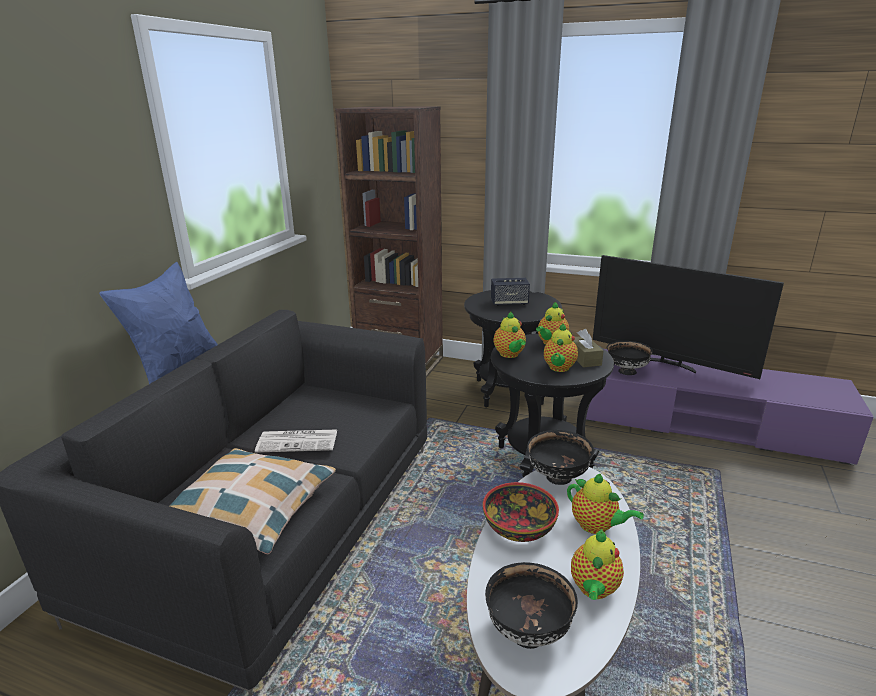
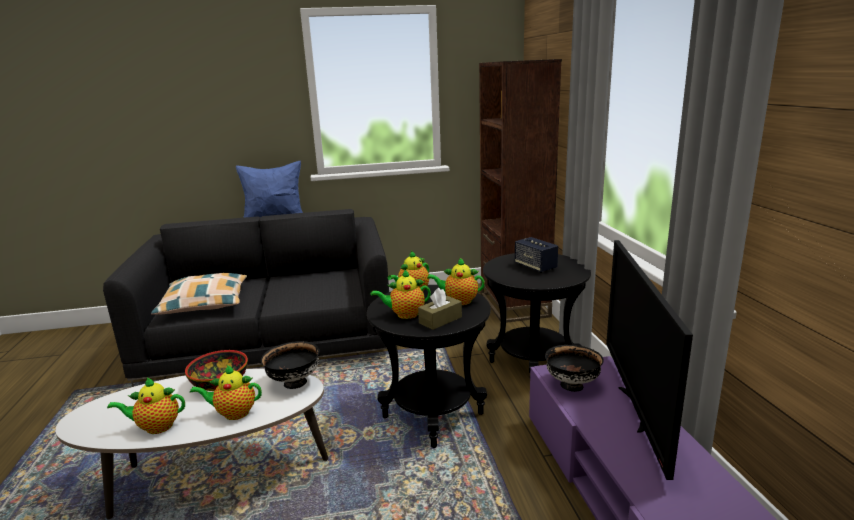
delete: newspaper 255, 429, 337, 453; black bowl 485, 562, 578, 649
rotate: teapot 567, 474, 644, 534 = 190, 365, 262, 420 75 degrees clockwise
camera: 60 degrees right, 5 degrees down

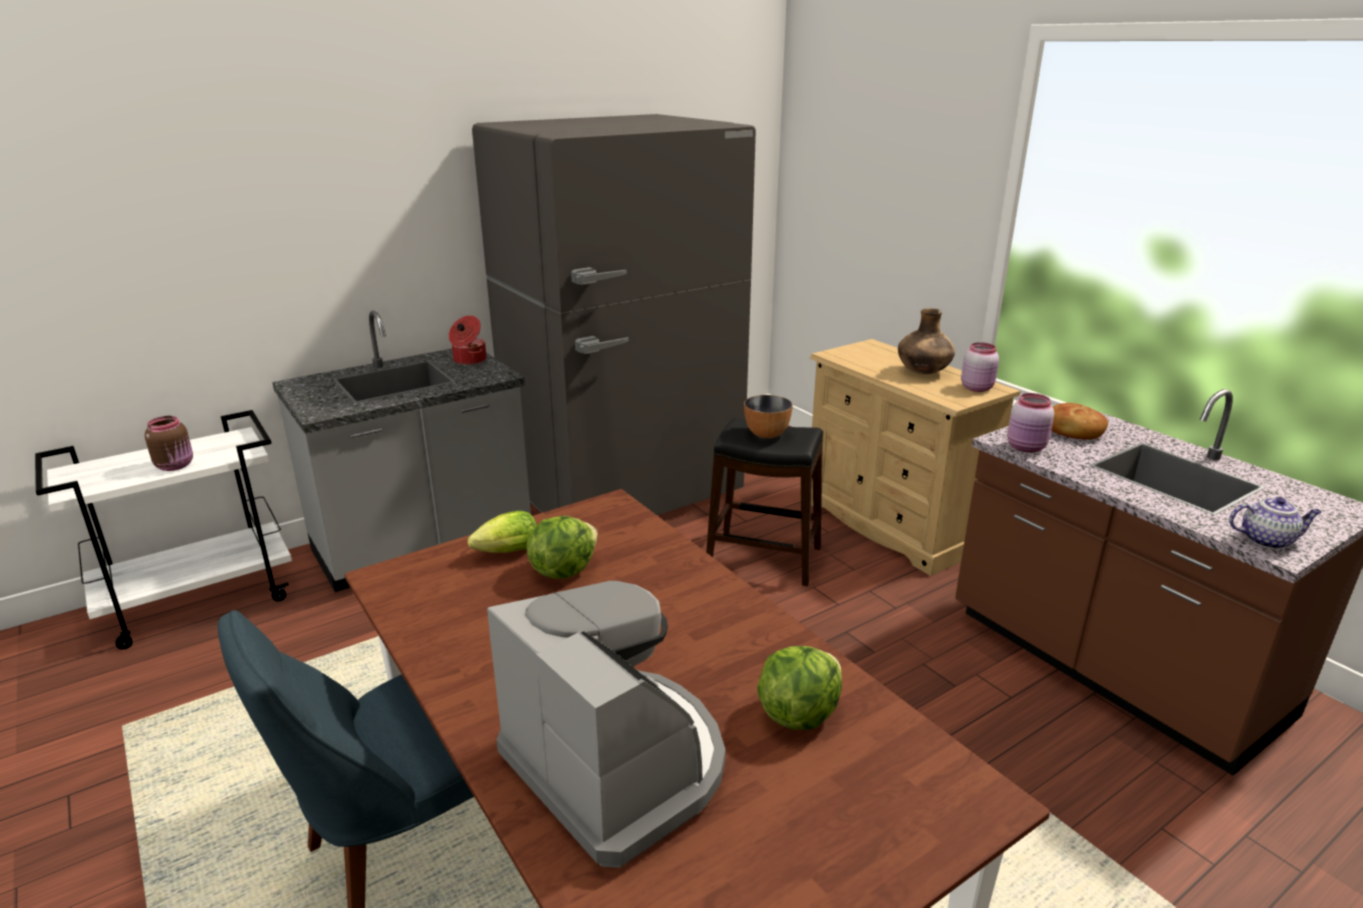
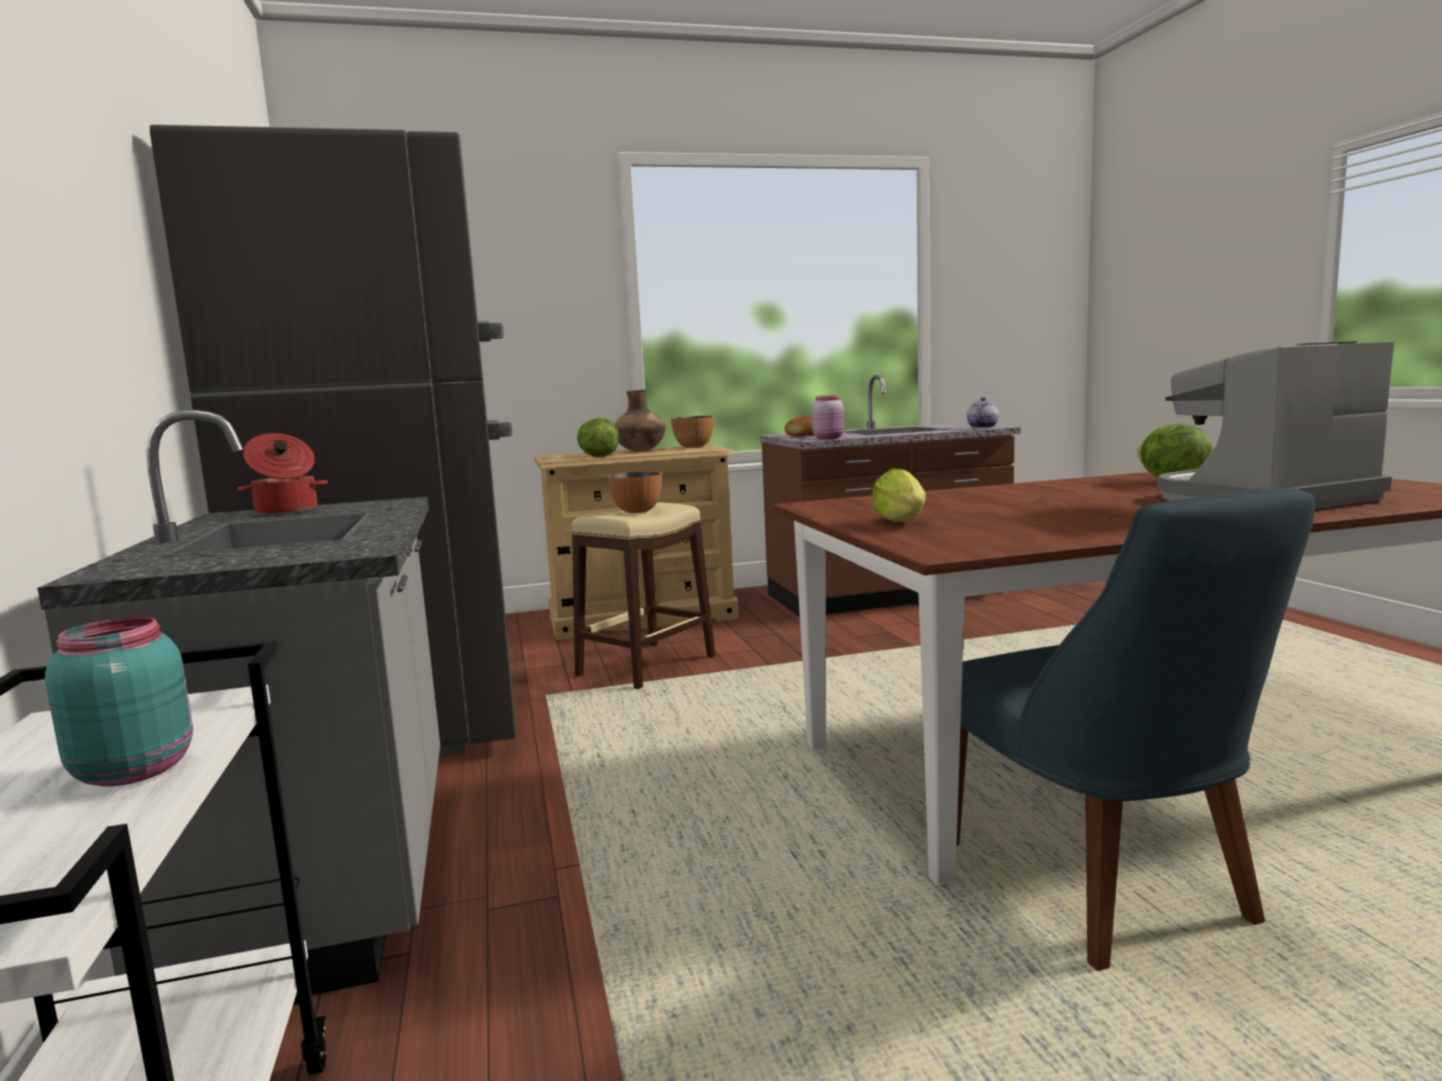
move: lettuce 526, 516, 598, 579 to 577, 418, 619, 457
replace: pink jar 961, 342, 999, 392 to bowl 671, 416, 714, 448
recolor: brown jar 145, 416, 193, 471 to turquoise jar 45, 616, 193, 786; black stool 706, 418, 823, 586 to beige stool 572, 503, 715, 689
camera: 70 degrees left, 15 degrees down

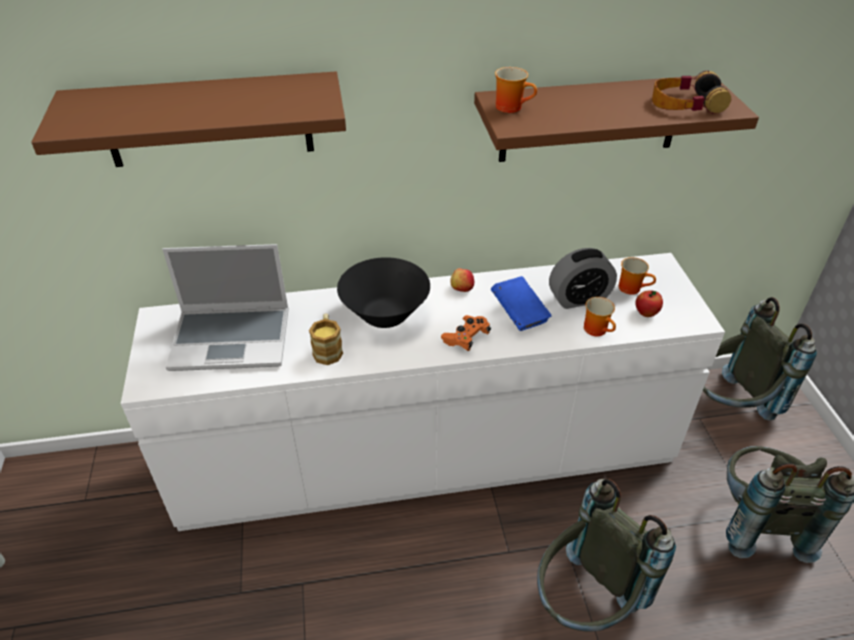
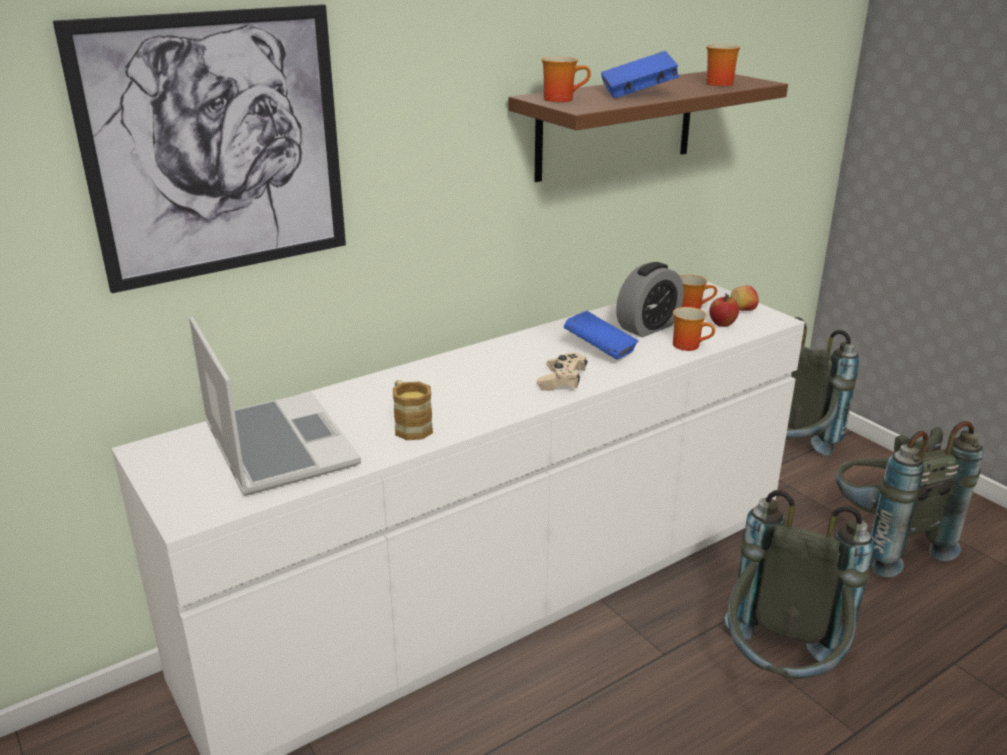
delete: black bowl 337, 257, 430, 328
insert: blue book 601, 51, 679, 98
move: apple 450, 268, 474, 292 to 730, 285, 759, 311
replace: brown shelf 31, 72, 346, 167 to picture 53, 4, 346, 293; headphones 652, 71, 731, 114 to mug 706, 44, 741, 86
recolor: orange game controller 441, 315, 491, 351 to beige game controller 537, 352, 588, 391
rotate: laptop 162, 244, 289, 371 = 189, 317, 361, 496 90 degrees counterclockwise
camera: 25 degrees left, 15 degrees down

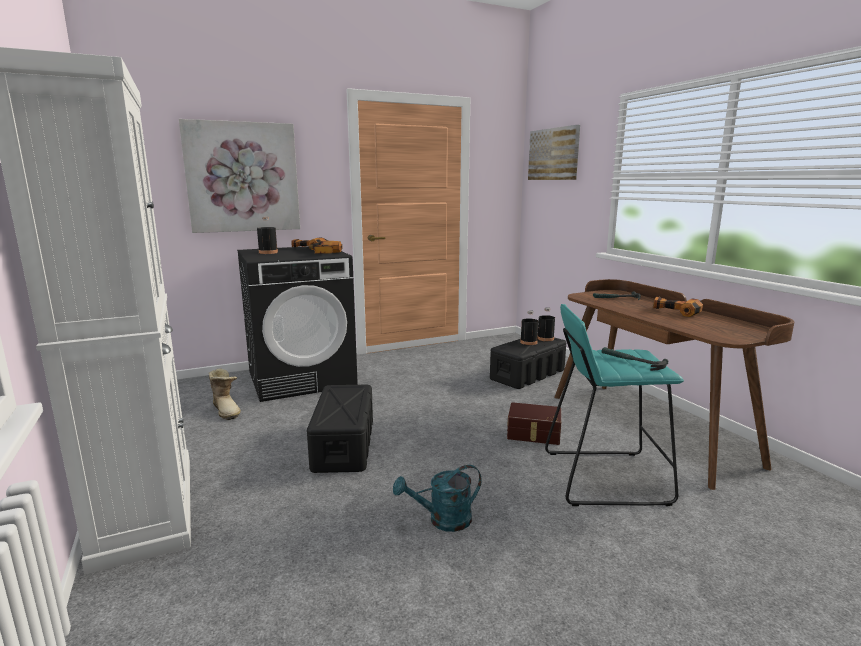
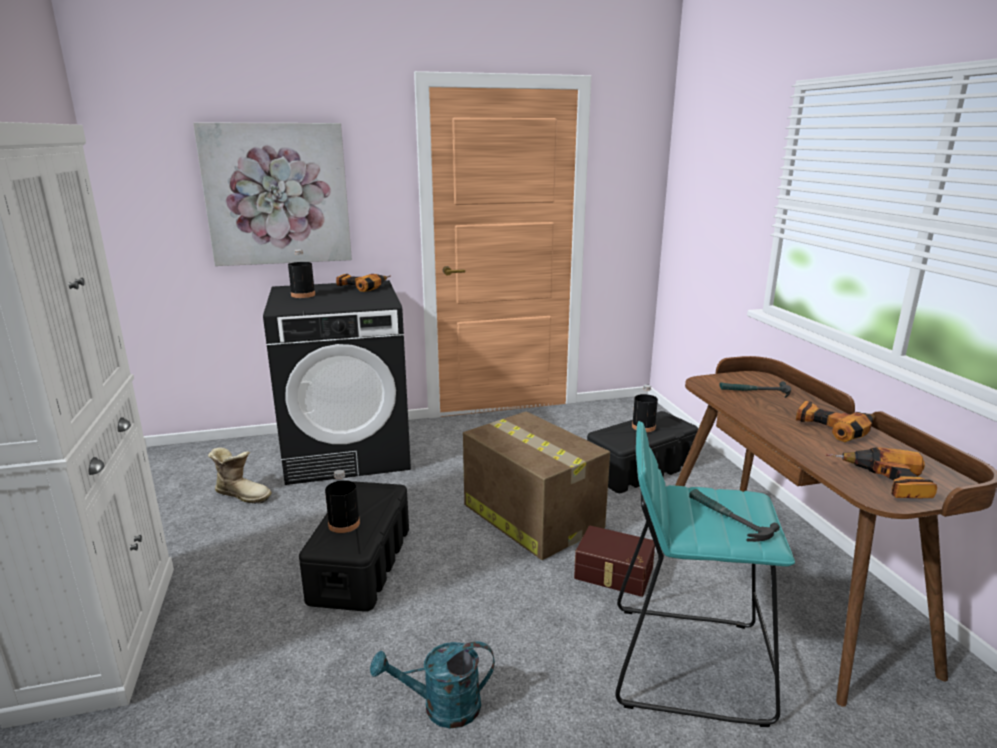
delete: picture 528, 125, 580, 180
insert: cardboard box 463, 411, 610, 560
move: power drill 302, 241, 342, 254 to 826, 447, 937, 498; black bottle 537, 307, 555, 341 to 325, 469, 360, 533
rotate: boot 208, 369, 241, 420 = 208, 448, 272, 504 45 degrees counterclockwise
camera: 10 degrees right, 5 degrees up

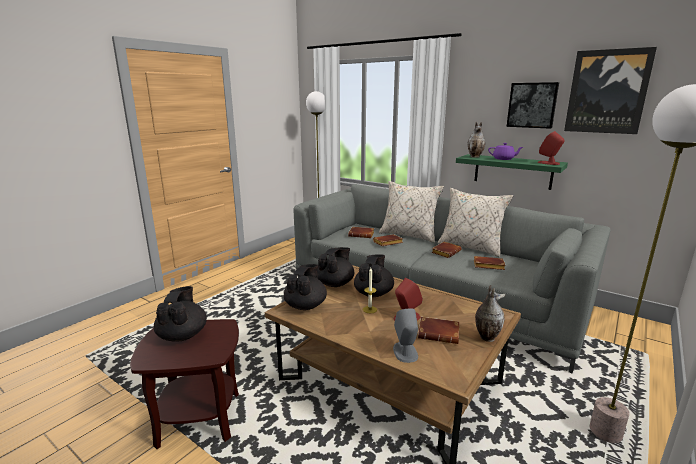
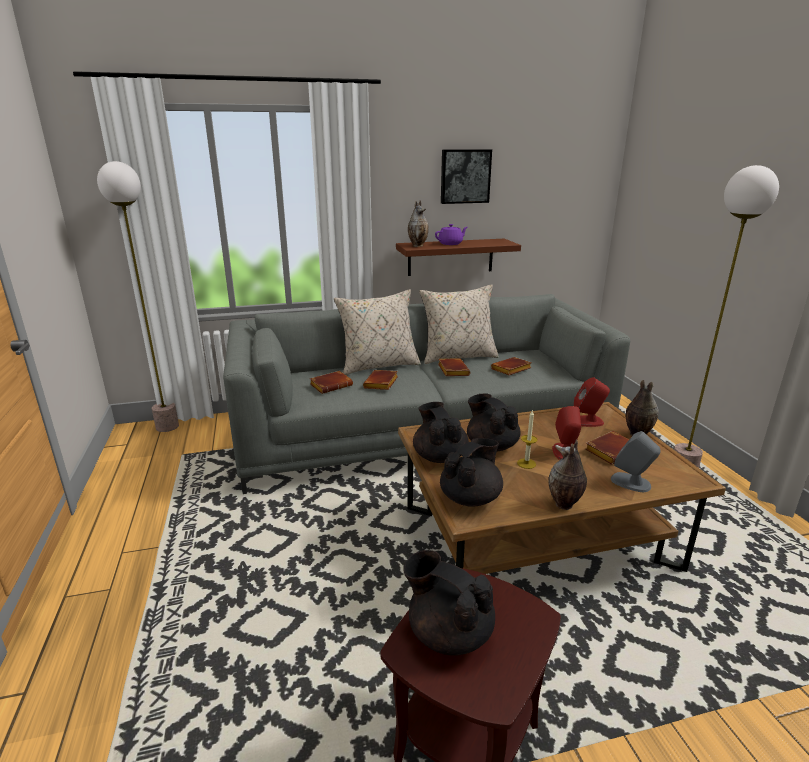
delete: picture 564, 47, 657, 134
insert: vase 548, 439, 587, 510
move: red speaker 537, 131, 565, 165 to 574, 377, 610, 427
recolor: green shelf 456, 154, 568, 190 to brown shelf 396, 239, 521, 276
rotate: black teapot 284, 264, 327, 310 = 440, 438, 503, 507 75 degrees clockwise
camera: 50 degrees left, 5 degrees up

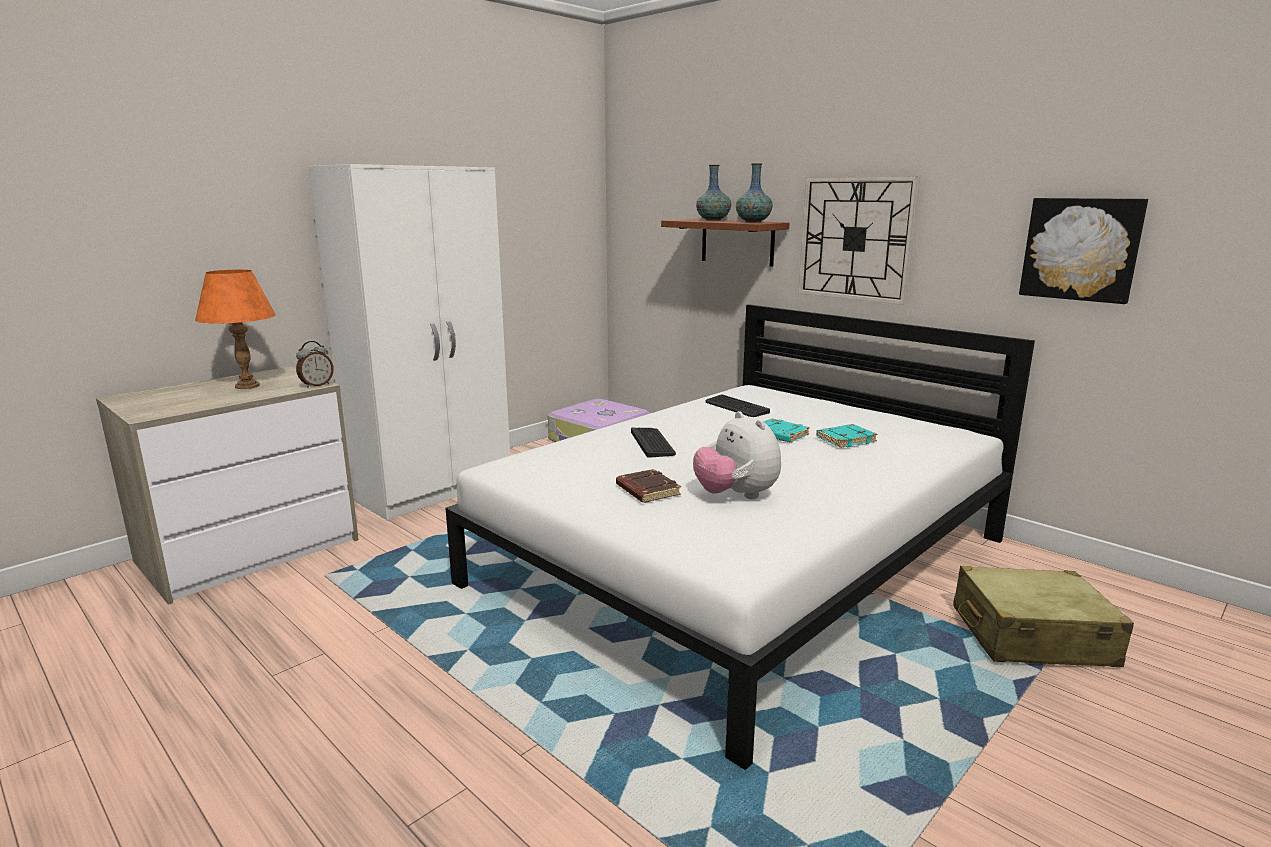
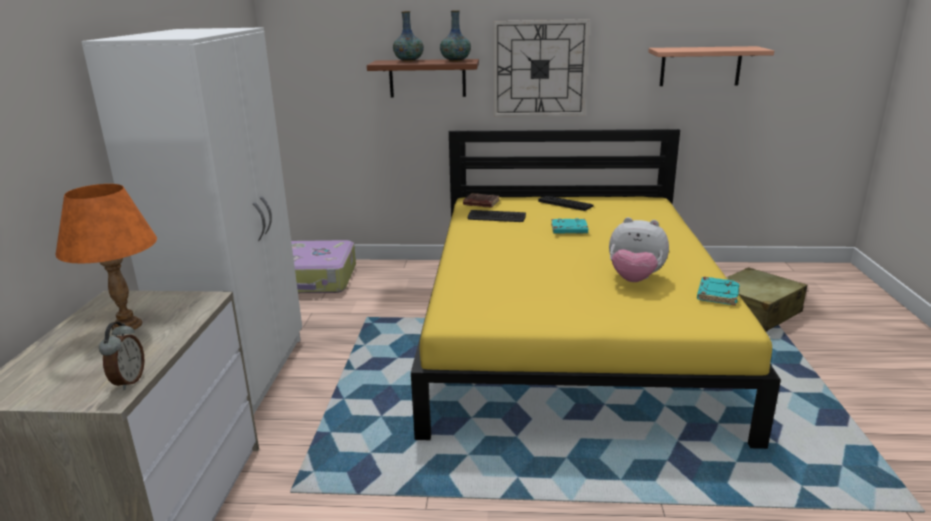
move: alarm clock 296, 341, 334, 388 to 99, 322, 145, 390; brown book 616, 469, 681, 503 to 463, 193, 499, 208; keyboard 631, 428, 676, 458 to 538, 196, 593, 211; turquoise book 816, 424, 877, 448 to 697, 277, 740, 306
replace: picture 1019, 198, 1148, 304 to shelf 648, 46, 774, 86
recolor: white bed 445, 304, 1035, 770 to yellow bed 411, 129, 781, 449
camera: 40 degrees left, 5 degrees up

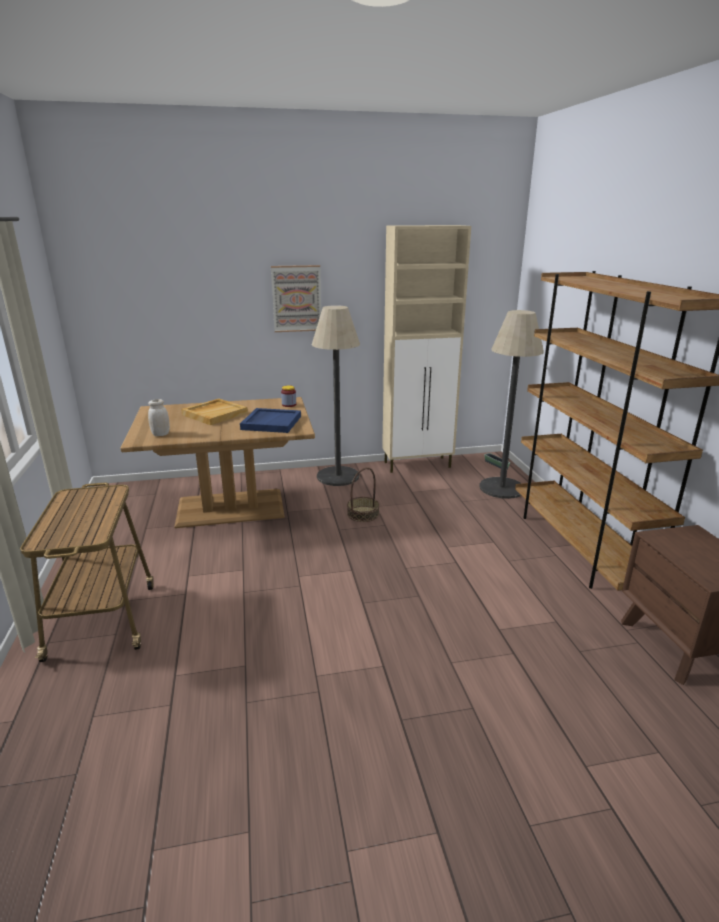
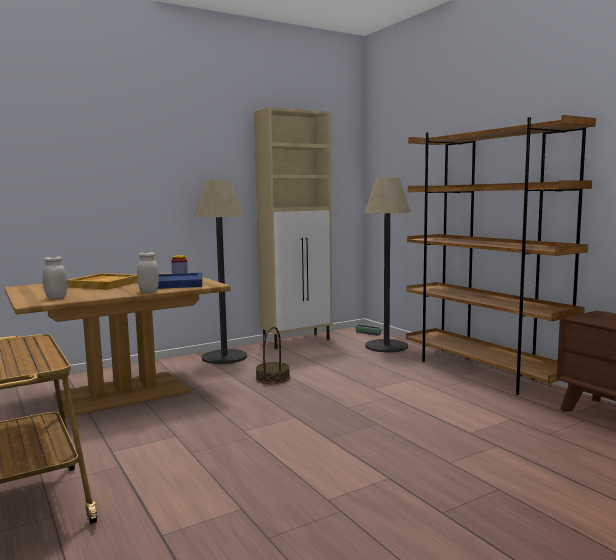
delete: picture 271, 265, 321, 332
insert: white jar 137, 252, 159, 292
camera: 20 degrees left, 15 degrees down

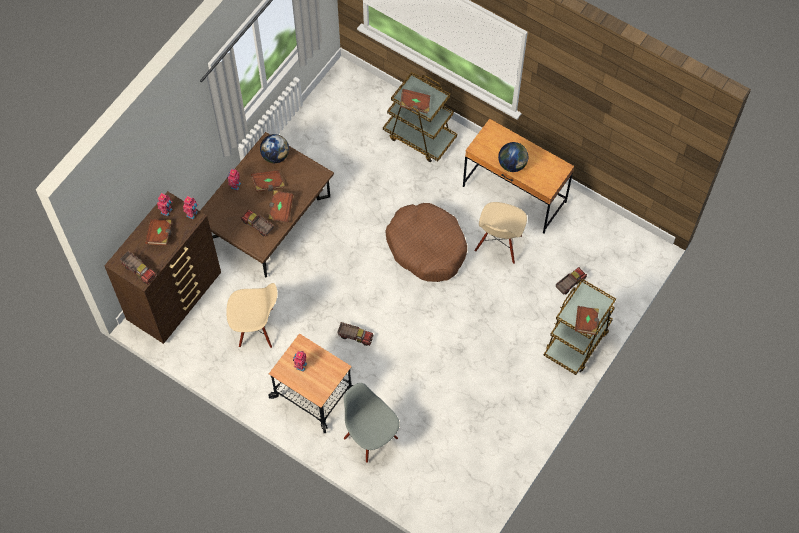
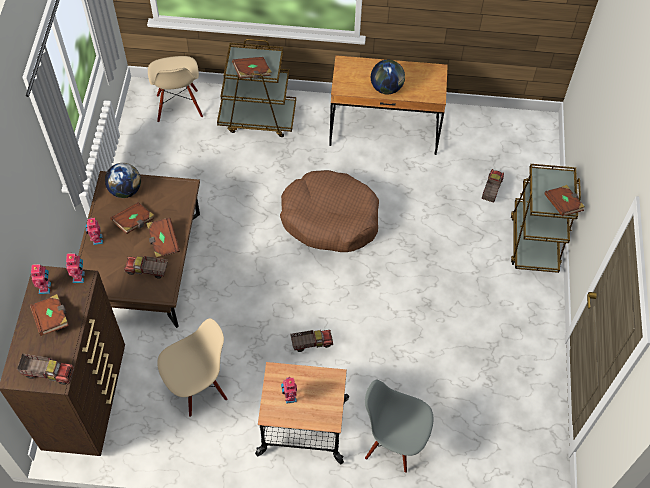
move: beige chair 475, 202, 527, 264 to 148, 56, 203, 122
camera: 30 degrees left, 5 degrees down

